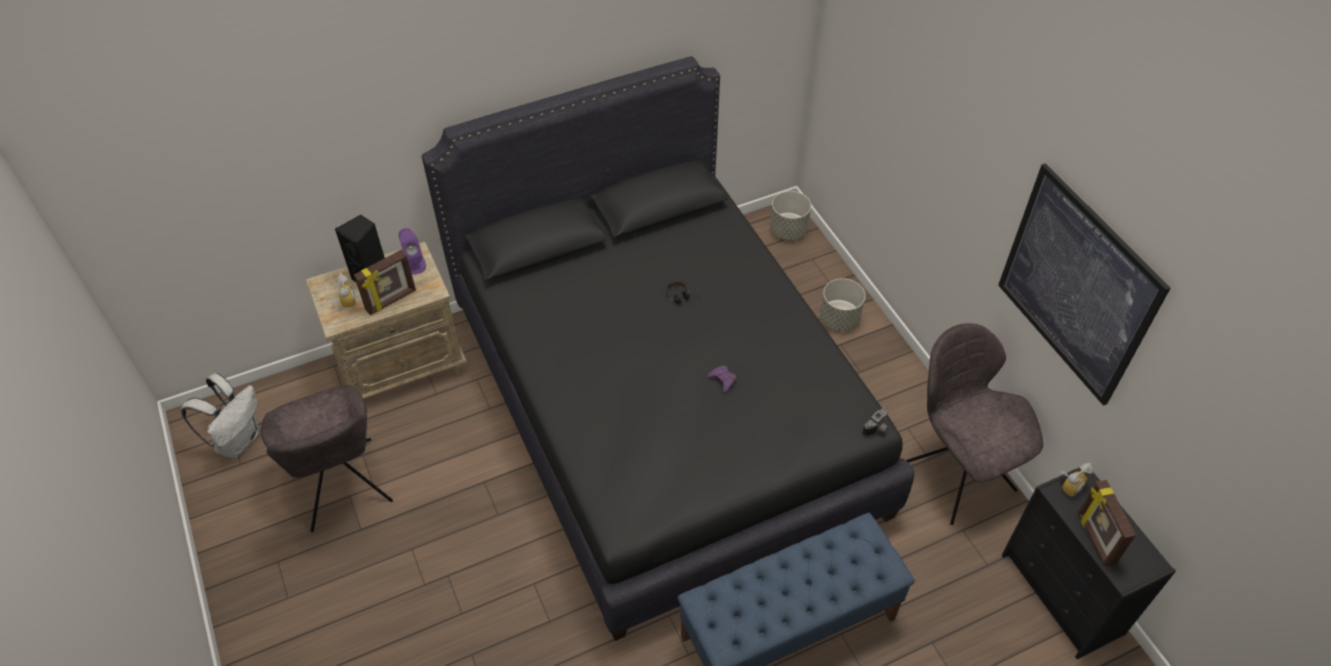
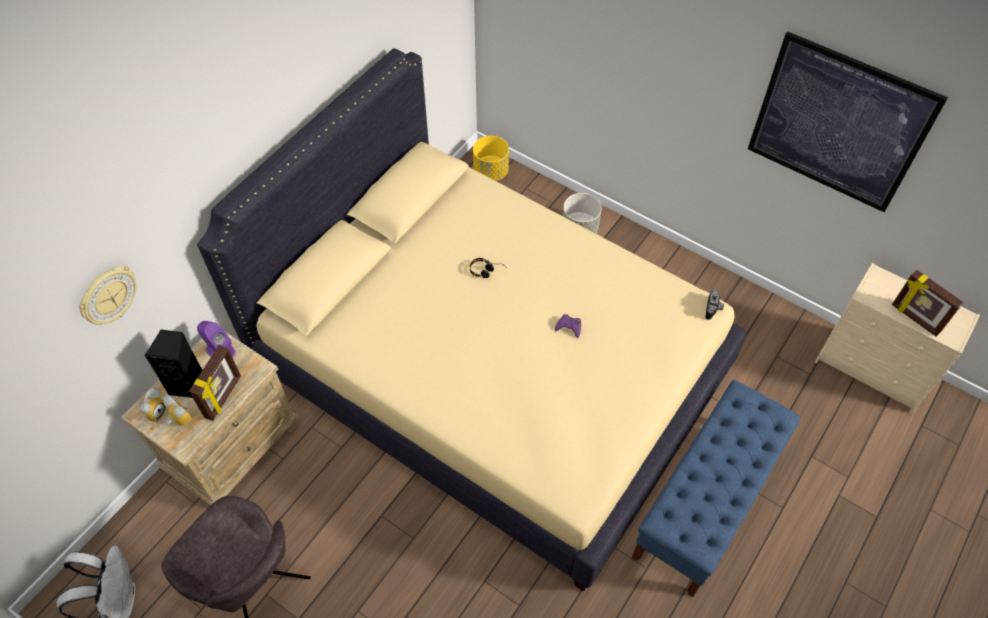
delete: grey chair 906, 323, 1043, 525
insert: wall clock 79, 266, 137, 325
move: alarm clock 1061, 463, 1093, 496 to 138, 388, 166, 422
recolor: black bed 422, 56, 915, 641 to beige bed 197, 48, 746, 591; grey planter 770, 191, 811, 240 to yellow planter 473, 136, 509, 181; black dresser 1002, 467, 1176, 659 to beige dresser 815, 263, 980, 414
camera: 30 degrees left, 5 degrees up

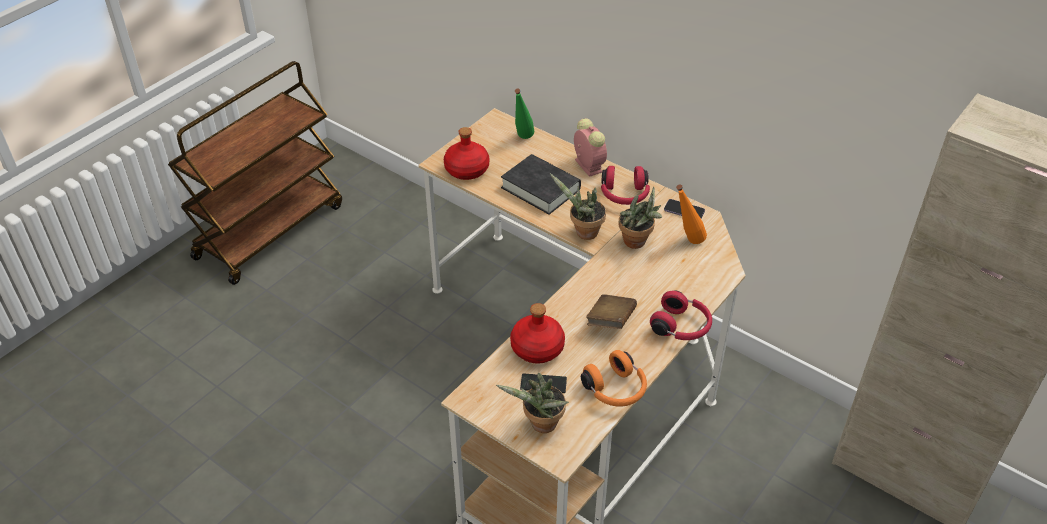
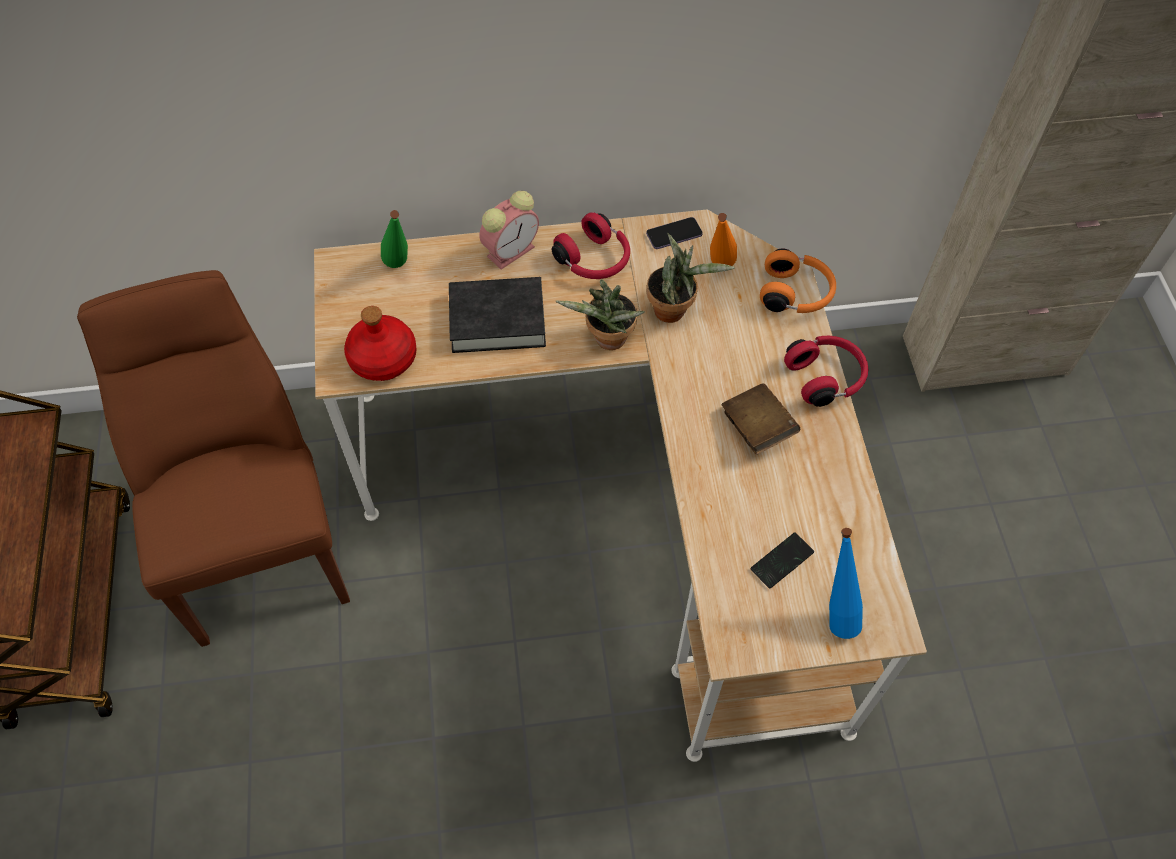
delete: red bottle 510, 303, 565, 364
insert: brown chair 77, 270, 350, 647
move: orange headphones 581, 350, 647, 406 to 760, 249, 836, 313
replace: potted plant 496, 373, 569, 433 to blue bottle 829, 528, 863, 639
rotate: alarm clock 574, 118, 607, 177 = 479, 191, 539, 270 120 degrees clockwise
camera: 45 degrees left, 15 degrees up

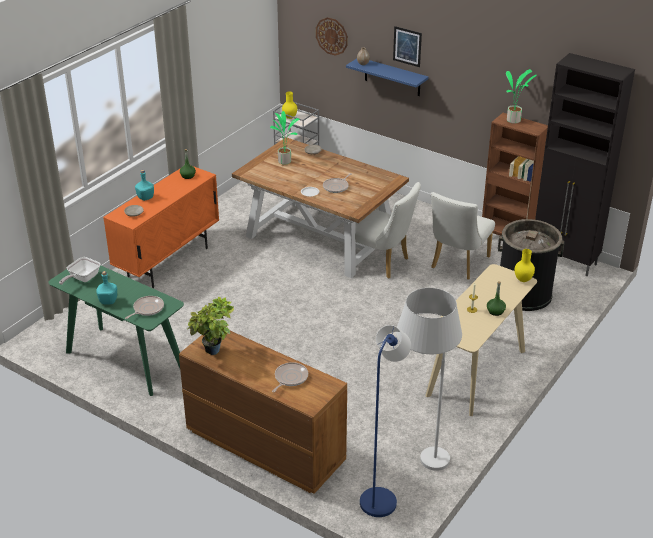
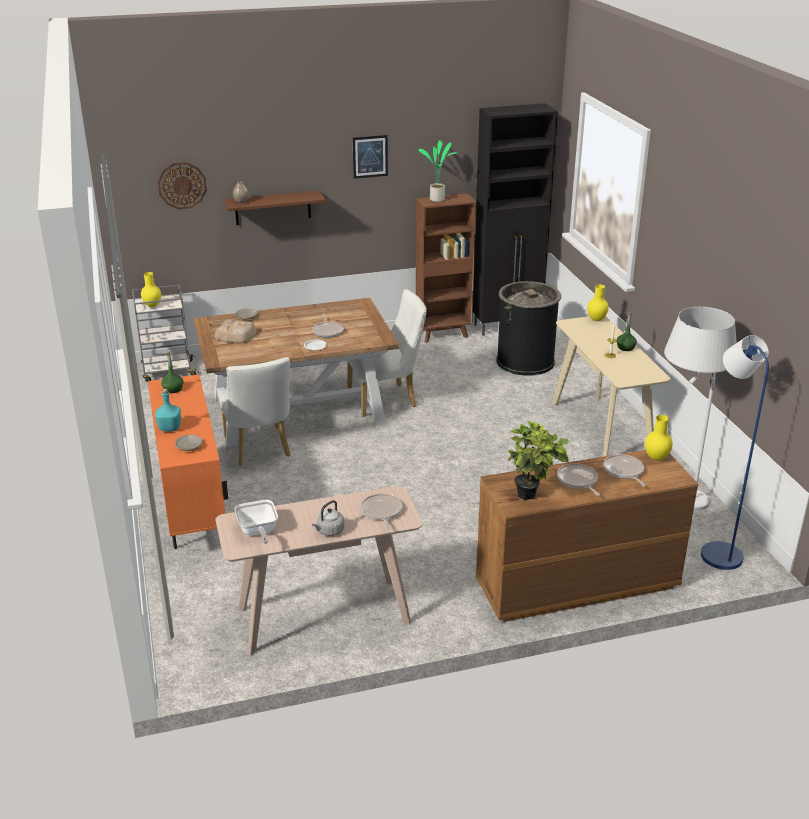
insert: frying pan 557, 463, 600, 496; yellow vase 645, 415, 673, 461
move: picture 393, 26, 422, 67 to 353, 135, 388, 179; white chair 431, 192, 495, 280 to 218, 357, 291, 466
replace: turquoise bottle 96, 271, 117, 305 to grey kettle 312, 500, 344, 536; potted plant 270, 111, 299, 165 to bread 214, 319, 256, 343
recolor: green console table 48, 265, 184, 396 to beige console table 216, 486, 423, 655; blue shelf 346, 59, 429, 96 to brown shelf 224, 191, 325, 225
camera: 50 degrees left, 5 degrees down

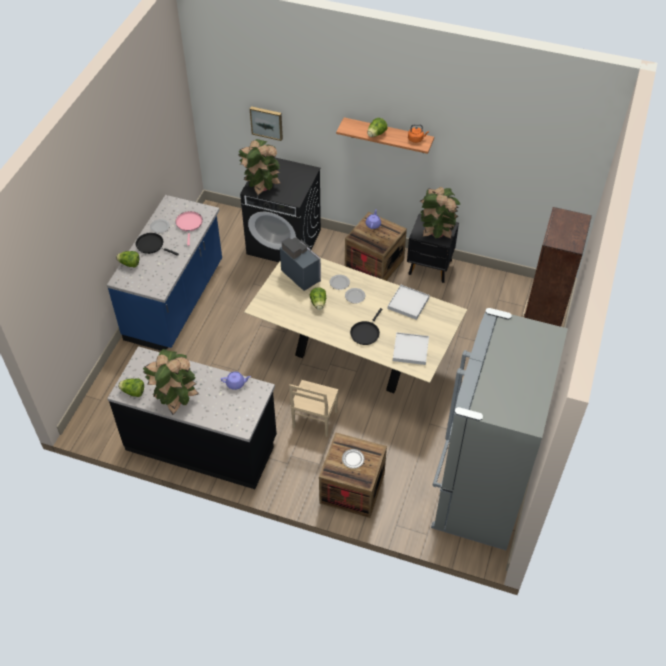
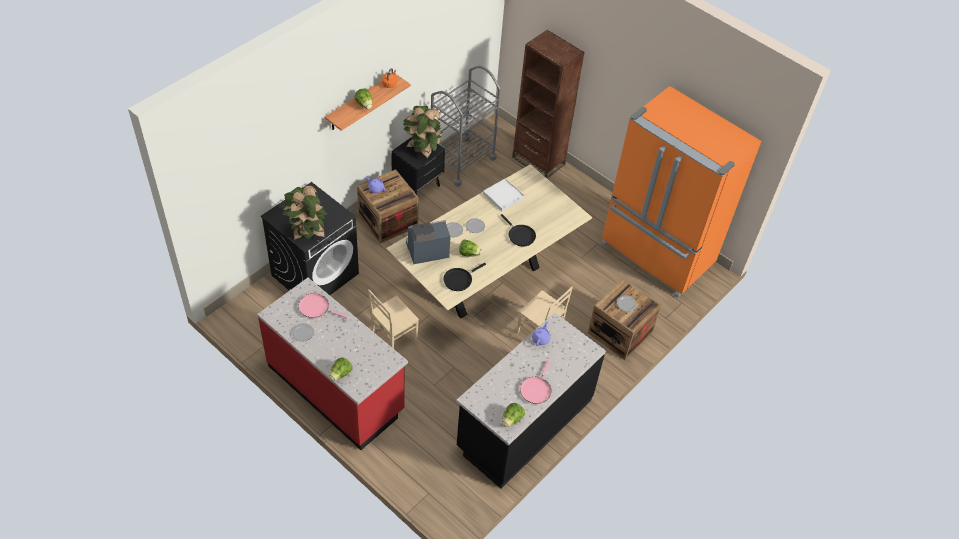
delete: picture 250, 106, 283, 141; white tray 393, 332, 429, 365
insert: beige chair 368, 289, 419, 349; grey cart 431, 66, 501, 187
move: black frying pan 136, 233, 179, 256 to 443, 263, 486, 291
replace: potted plant 143, 349, 199, 415 to pink frying pan 520, 360, 551, 404
recolor: blue counter 107, 195, 222, 351 to red counter 257, 278, 408, 450; grey fridge 431, 308, 568, 550 to orange fridge 601, 86, 761, 298
camera: 70 degrees left, 0 degrees up

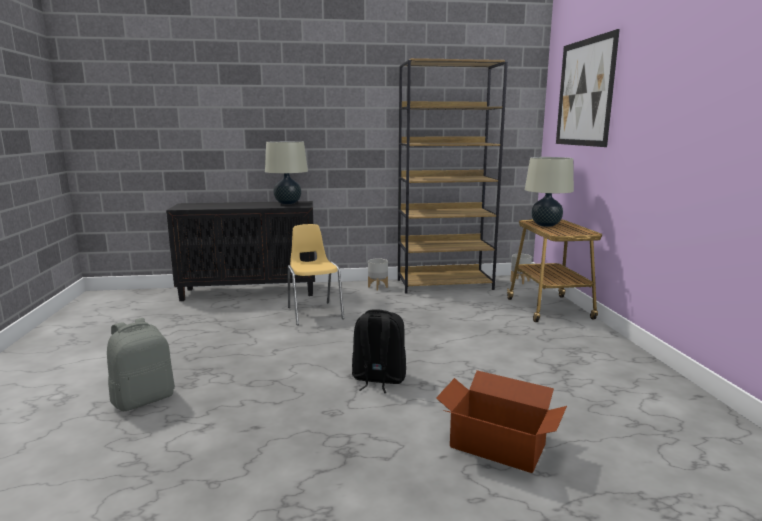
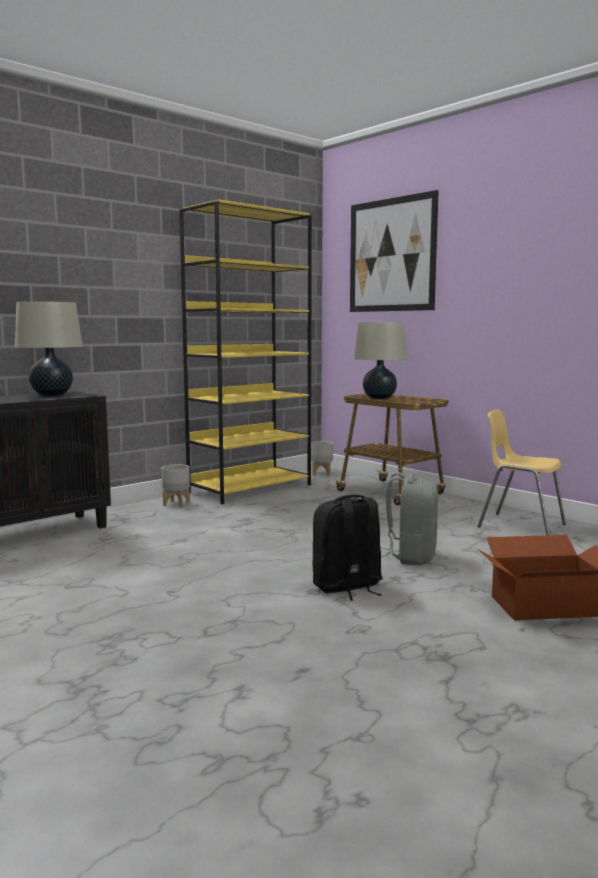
move: grey backpack 107, 318, 175, 411 to 380, 472, 438, 565; yellow chair 288, 224, 344, 325 to 478, 410, 566, 535
recolor: brown bookcase 398, 58, 508, 294 to yellow bookcase 179, 199, 312, 504
camera: 35 degrees left, 5 degrees down

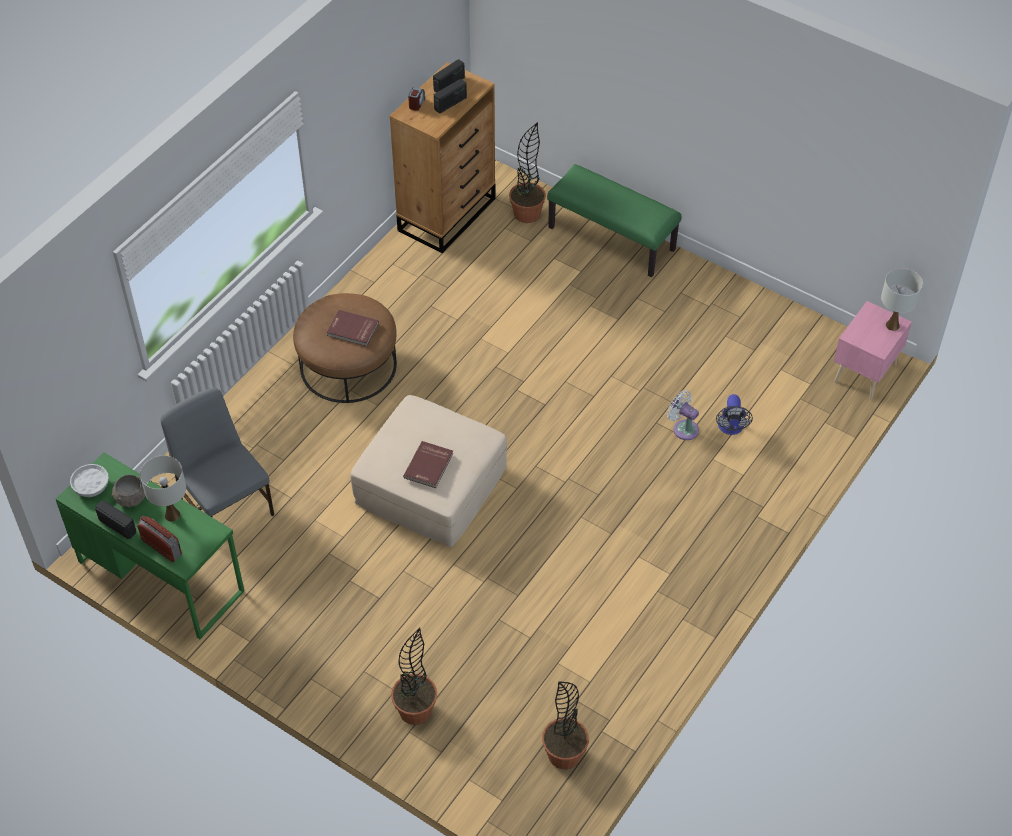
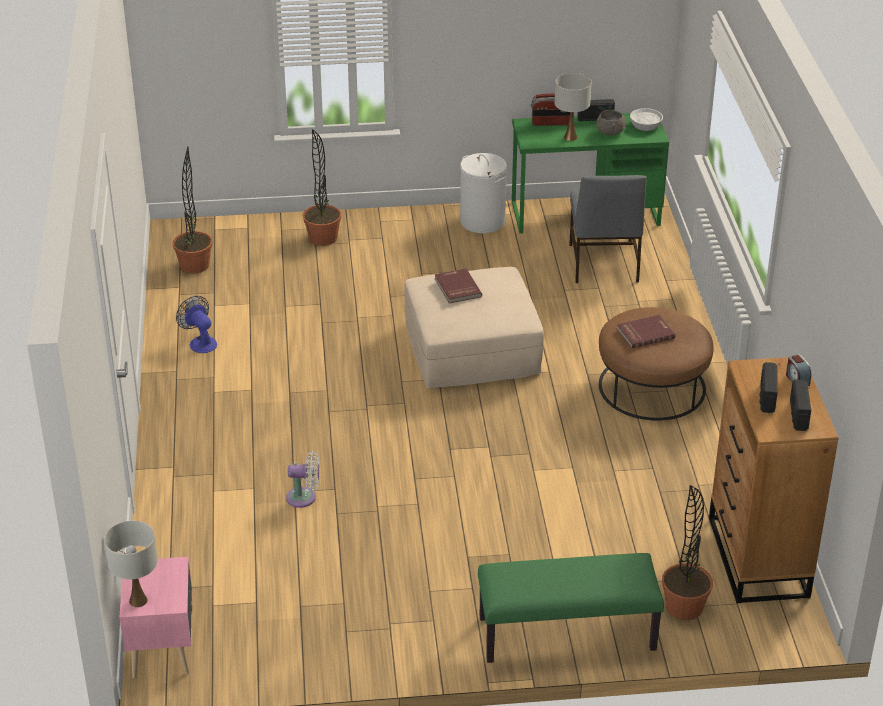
insert: white laundry basket 460, 153, 507, 233
move: fan 716, 394, 753, 435 to 176, 296, 217, 353
rotate: grey chair 160, 388, 274, 518 = 569, 175, 647, 283 75 degrees clockwise
camera: 140 degrees right, 15 degrees down

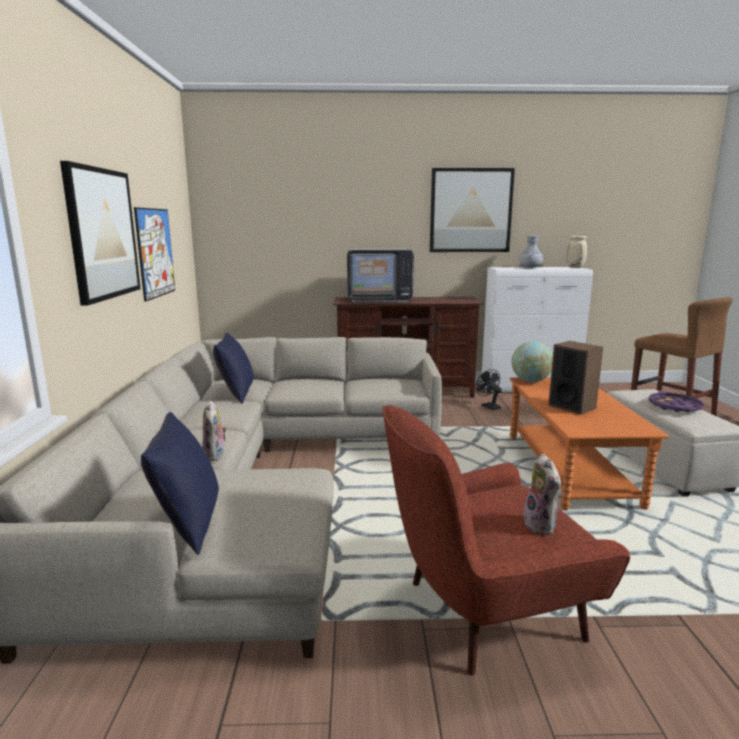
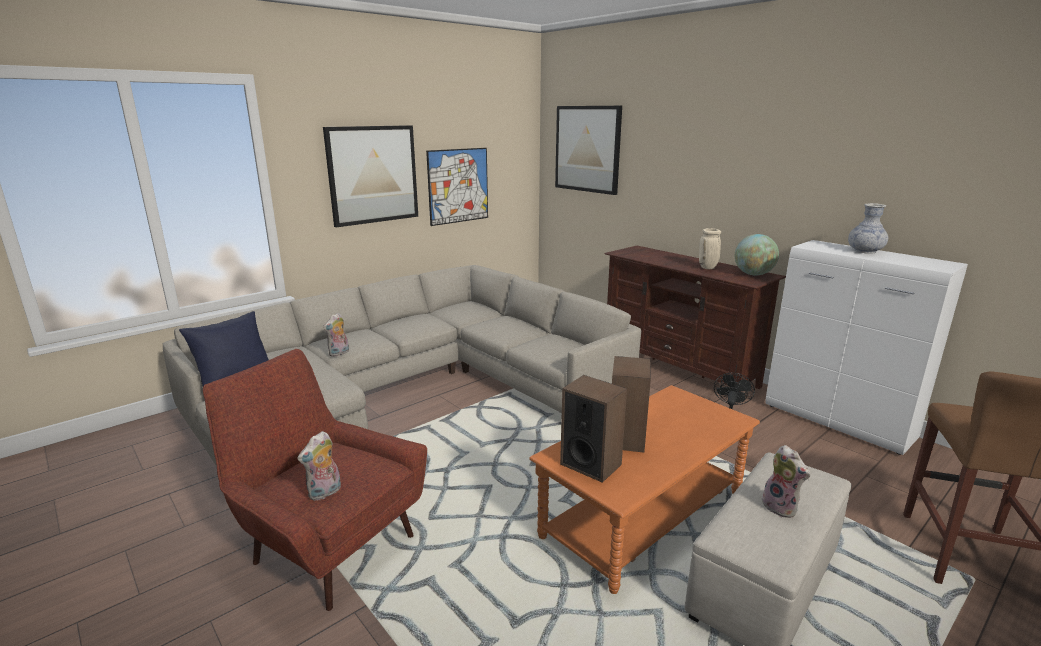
delete: blue pillow 213, 333, 254, 404; television 347, 249, 414, 302
insert: speaker 560, 375, 627, 483
move: picture 430, 168, 515, 252 to 555, 106, 622, 195; globe 511, 341, 553, 382 to 735, 234, 779, 275; beige vase 567, 236, 587, 268 to 699, 228, 721, 269
replace: purple tray 649, 391, 704, 412 to plush toy 761, 445, 810, 518
camera: 50 degrees right, 5 degrees up

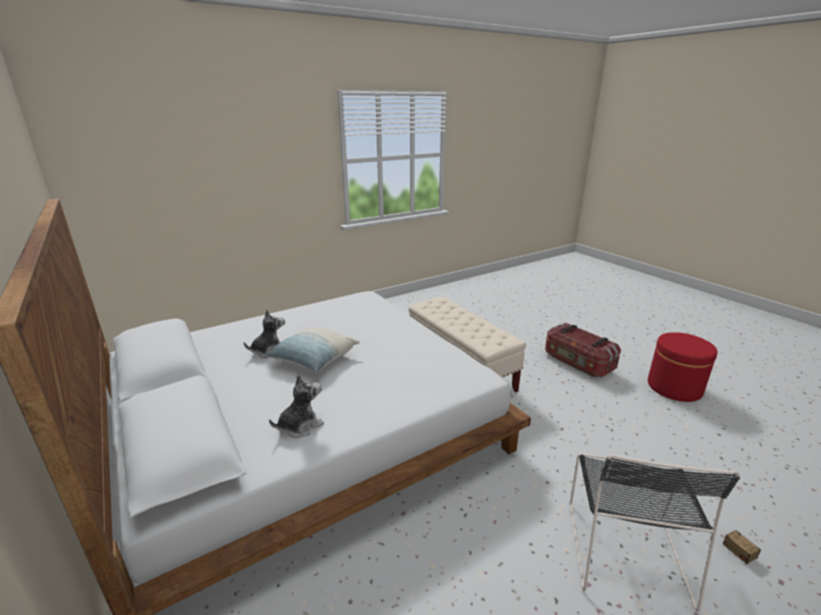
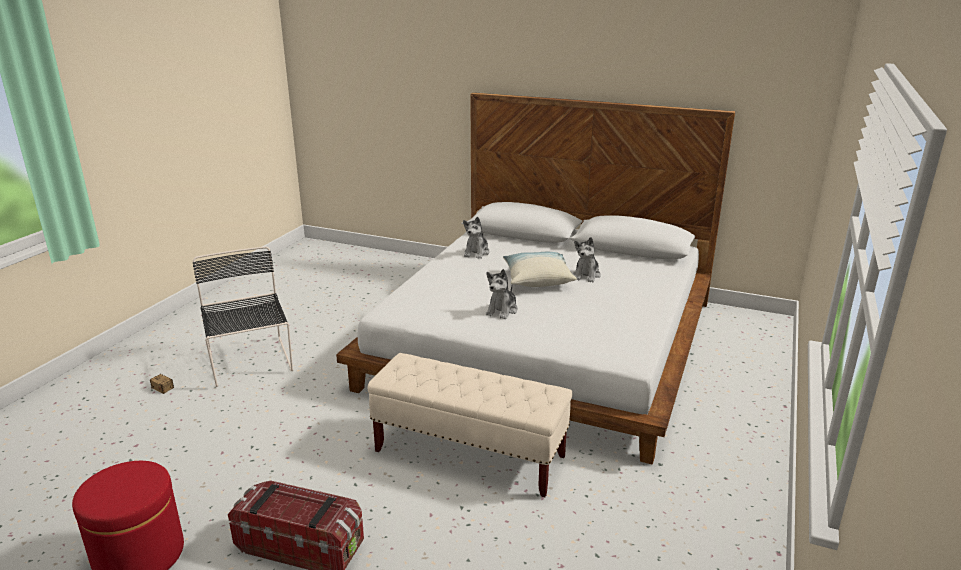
insert: plush toy 486, 269, 518, 319
camera: 145 degrees right, 0 degrees up

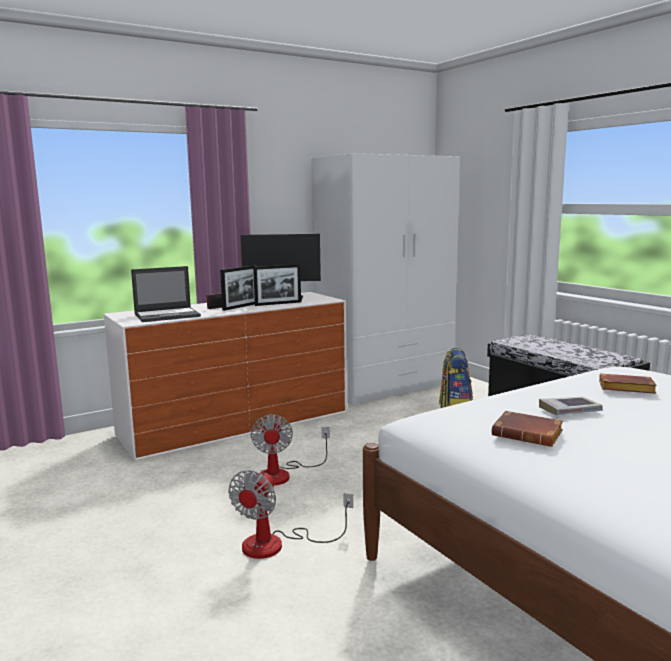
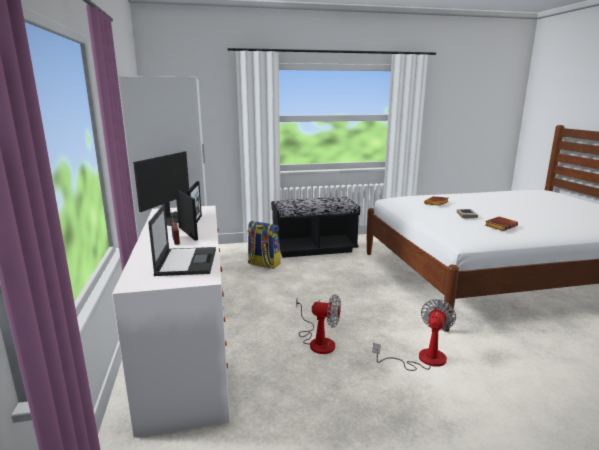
rotate: fan 228, 470, 353, 559 = 373, 299, 456, 371 105 degrees counterclockwise
camera: 70 degrees left, 5 degrees up

